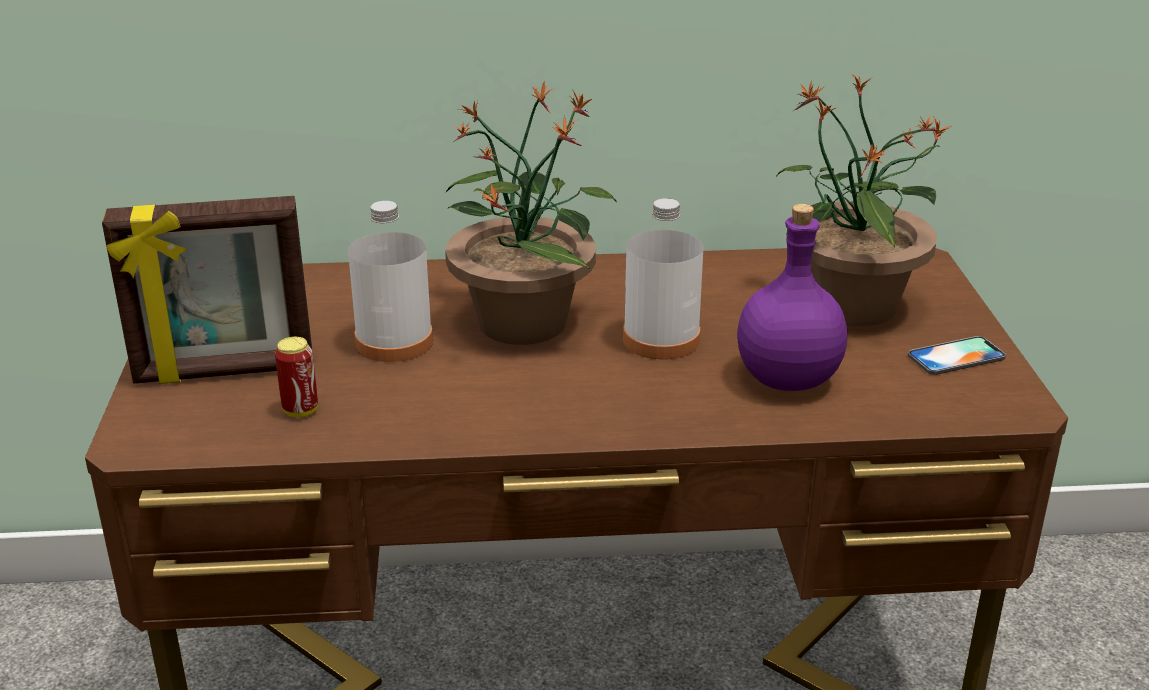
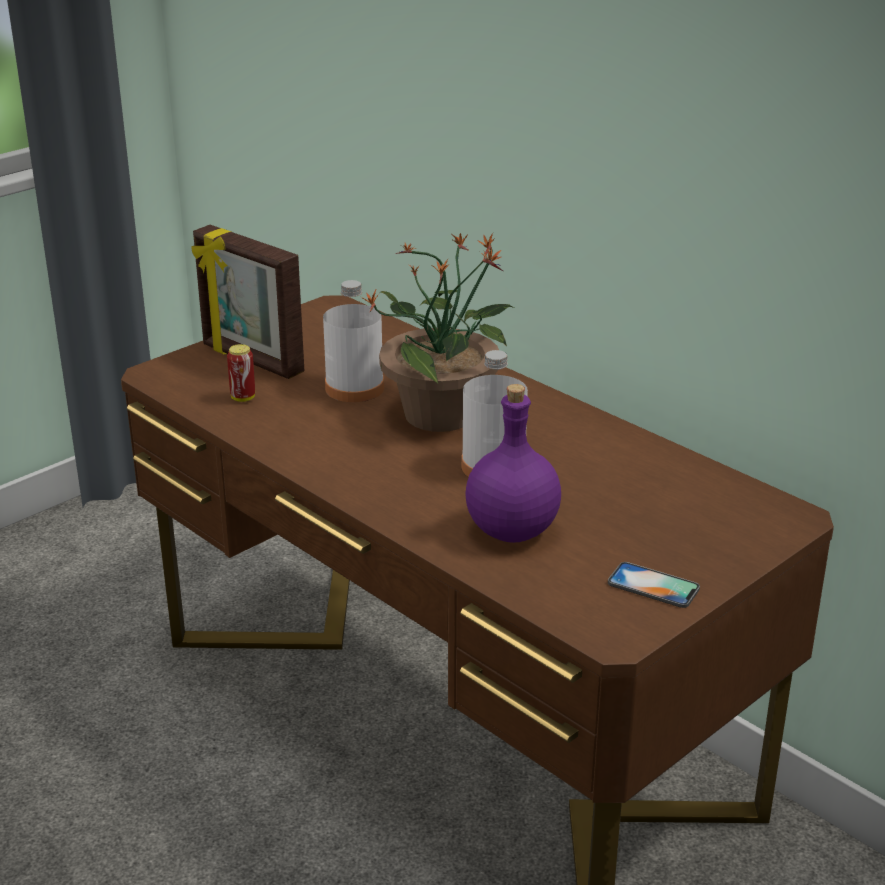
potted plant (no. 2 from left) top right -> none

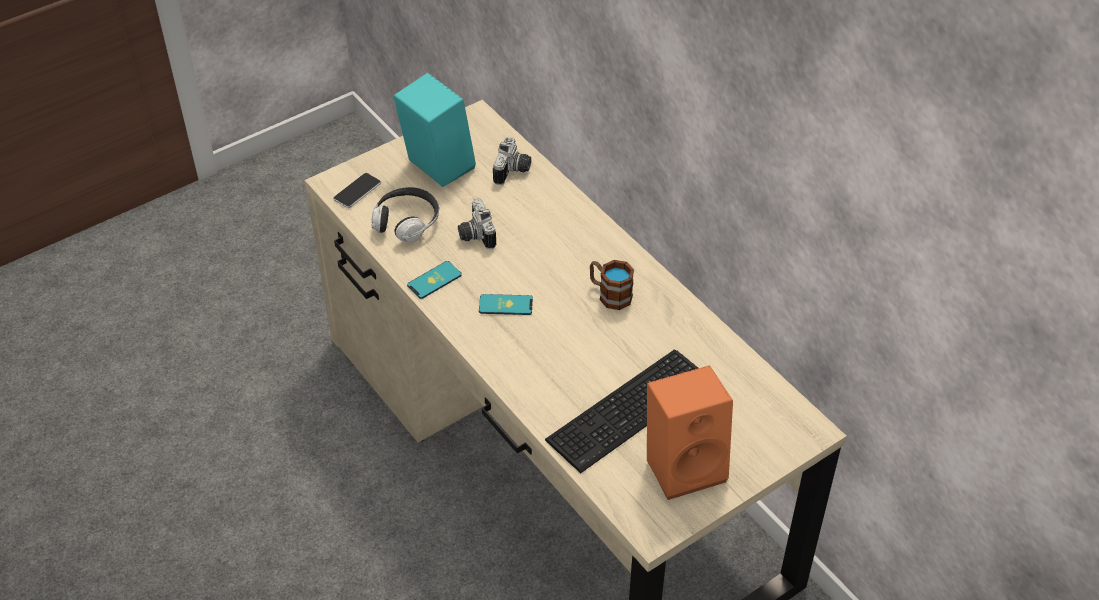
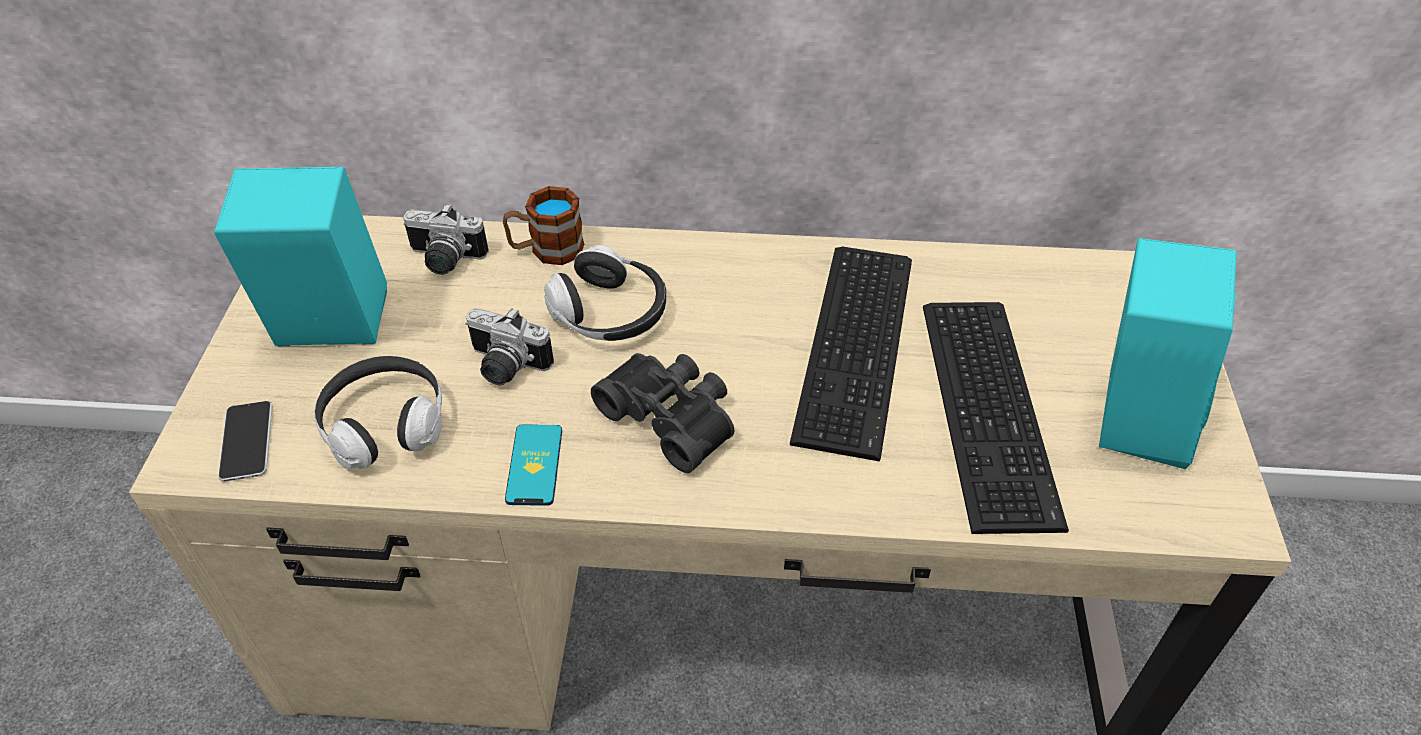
phone (no. 3 from left) centre -> binoculars (black) centre
photo camera (no. 2 from left in the first image) top centre -> photo camera (no. 1 from left) top left, 135 degrees clockwise
mug centre -> mug top centre, relocated
speaker (orange) bottom centre -> speaker (turquoise) (no. 2 from left) middle right
none -> headphones (no. 2 from left) centre
none -> keyboard (no. 1 from left) centre

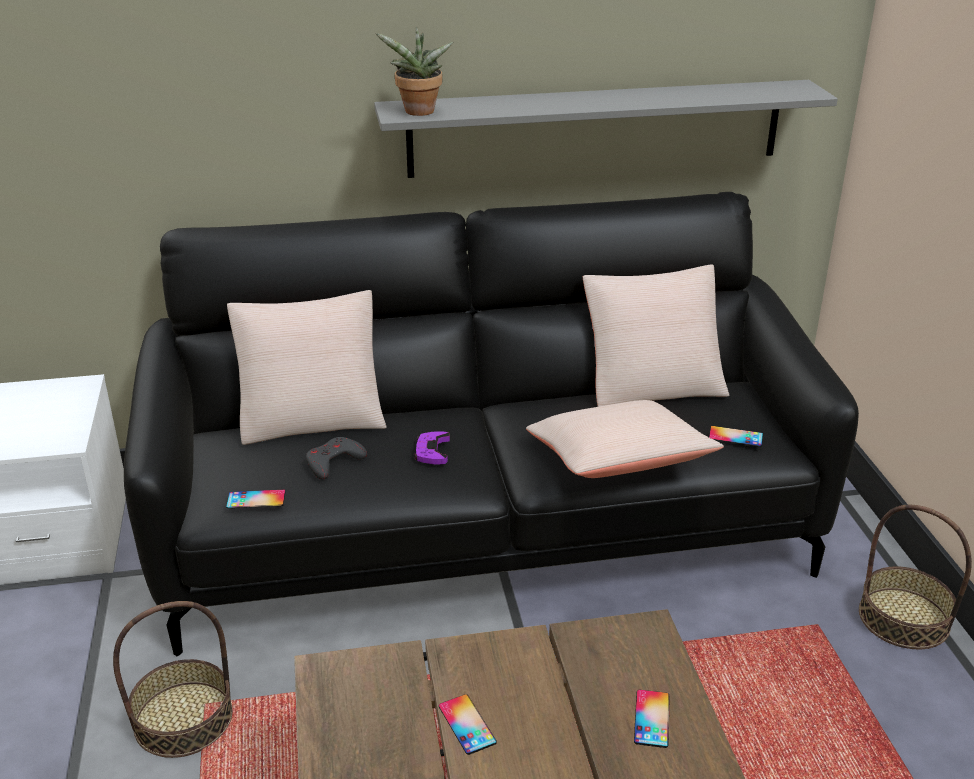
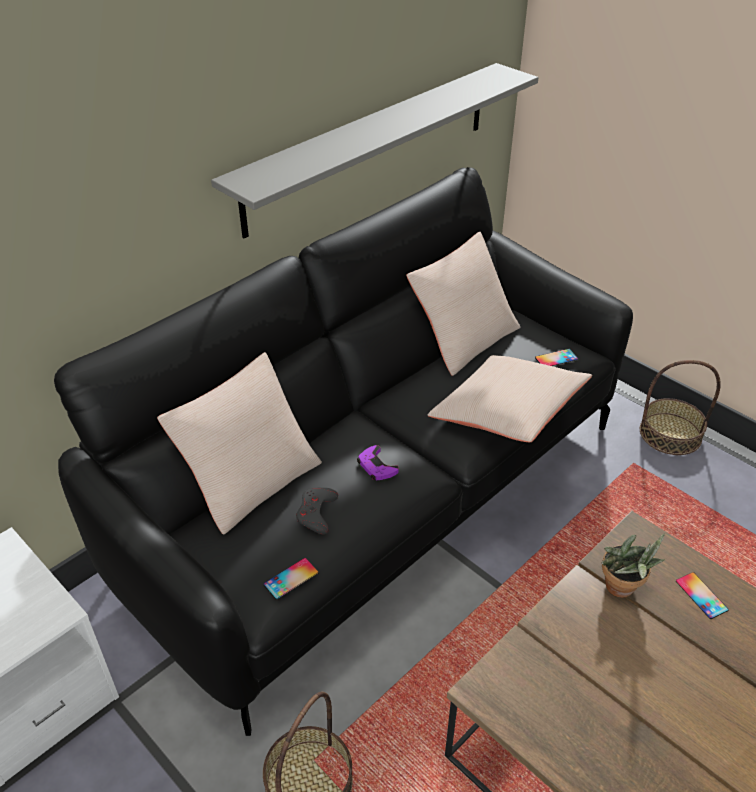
potted plant top centre -> potted plant bottom right, relocated
phone (no. 2 from left) bottom centre -> none

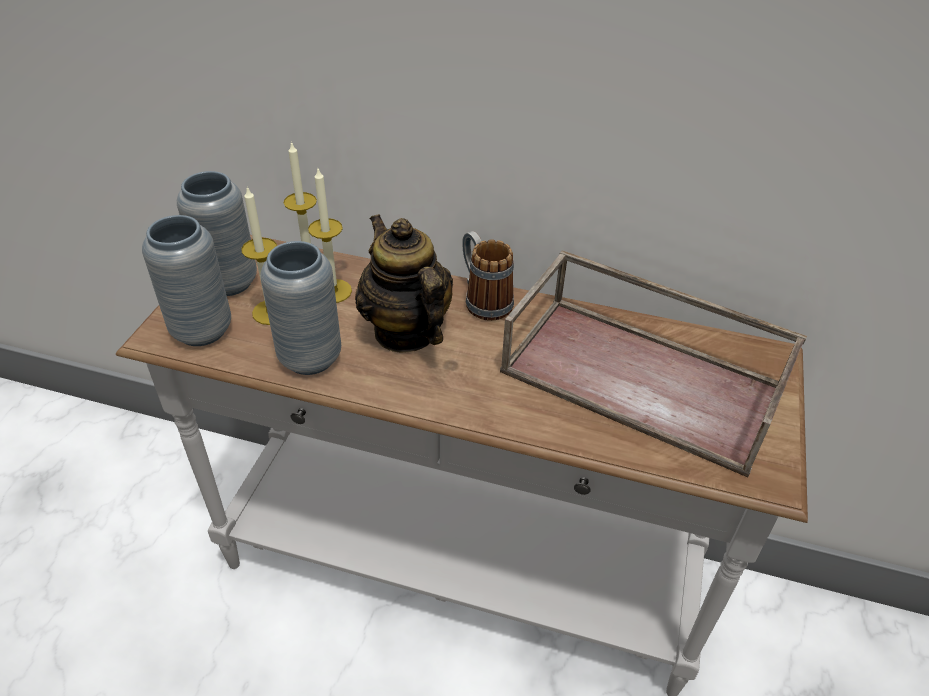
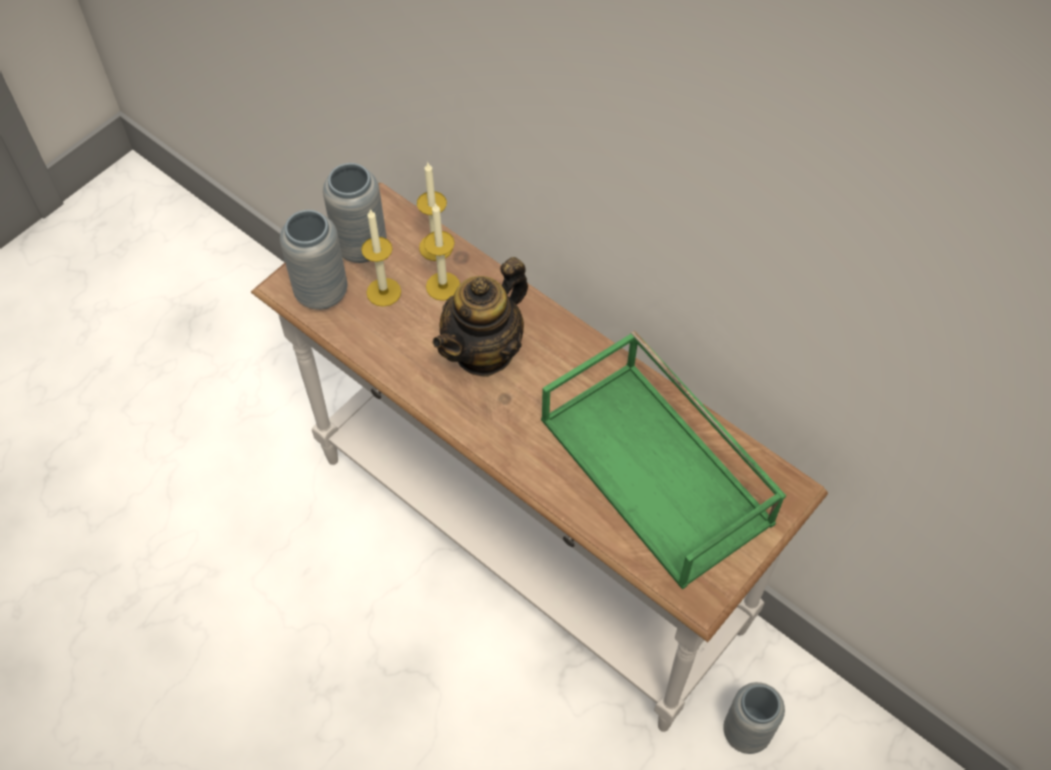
vase (grey) (no. 3 from left) middle left -> vase (grey) (no. 3 from left) bottom right, relocated
teapot centre, 135 degrees counterclockwise
mug centre -> none
tray (brown) middle right -> tray (green) centre

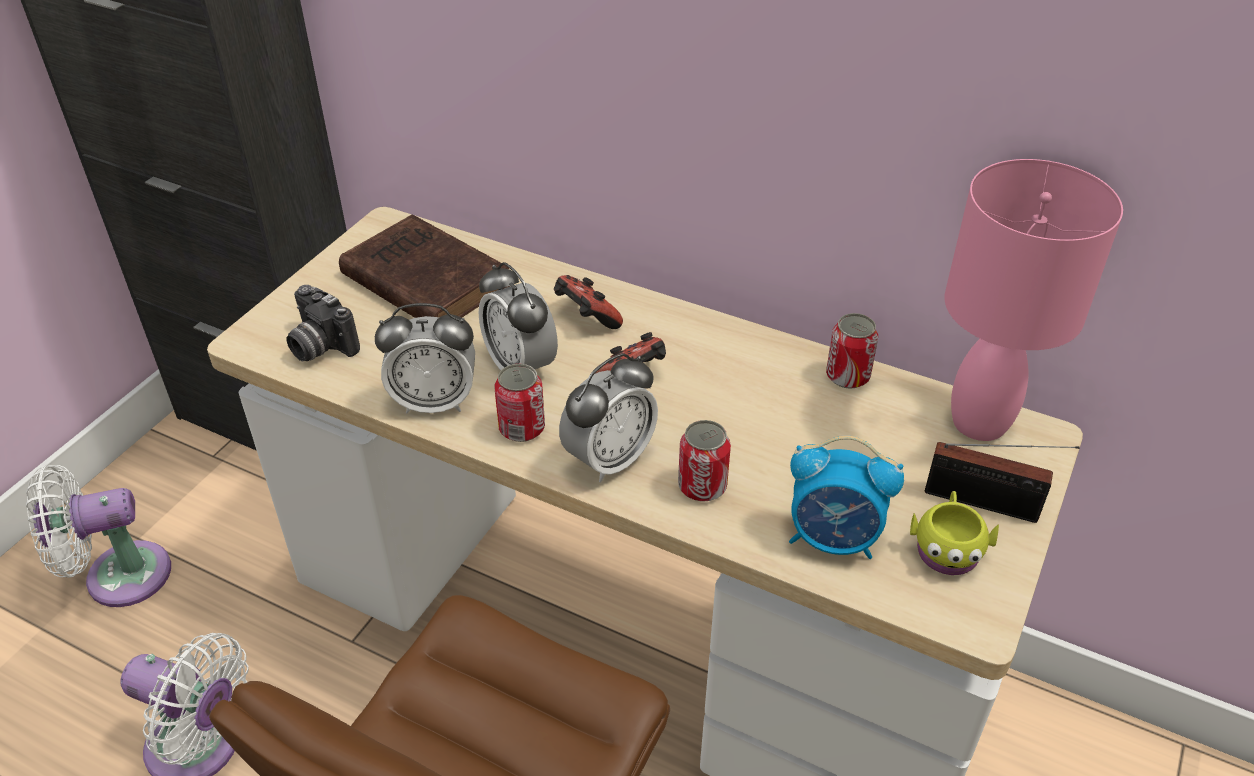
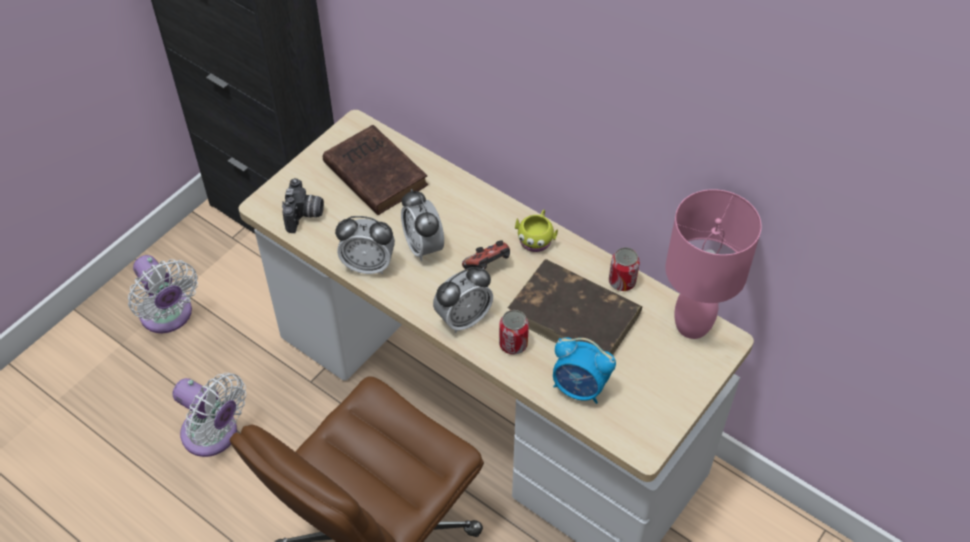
fan (white) (no. 1 from left) bottom left -> fan (white) (no. 1 from left) middle left, 120 degrees counterclockwise
photo camera middle left, 135 degrees counterclockwise
can (no. 1 from left) centre -> none
game controller (no. 1 from left) centre -> none
mug (yellow) bottom right -> mug (yellow) centre, relocated
radio middle right -> none
none -> book (brown) (no. 2 from left) centre

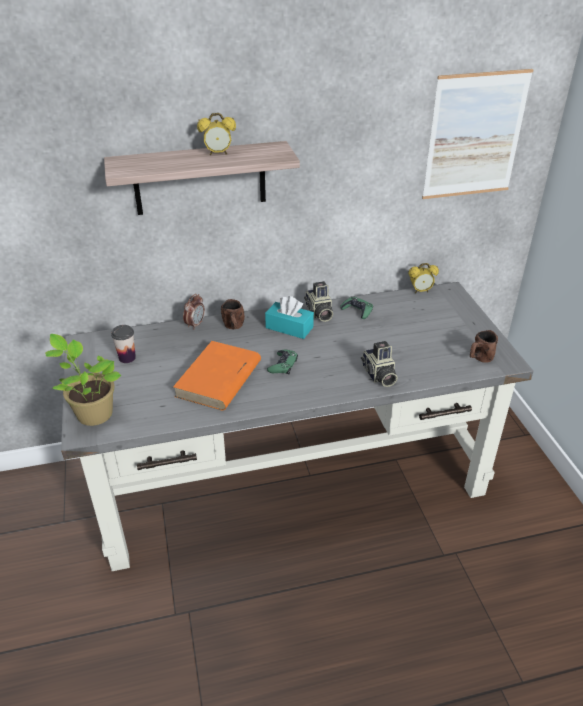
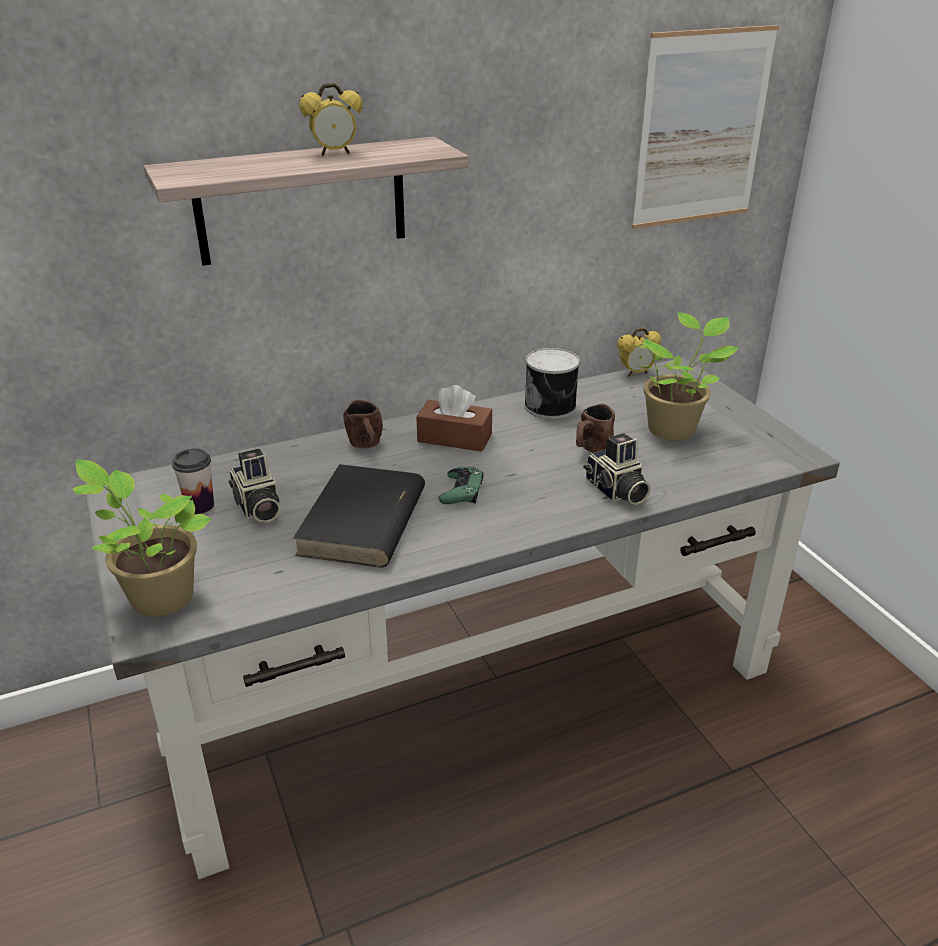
book (orange) centre -> book (black) centre
alarm clock (no. 1 from left) middle left -> none
tissue box (turquoise) centre -> tissue box (brown) centre
photo camera (no. 1 from left) centre -> photo camera (no. 1 from left) middle left, relocated
game controller (green) (no. 2 from left) centre -> can centre
mug (brown) (no. 2 from left) middle right -> mug (brown) (no. 2 from left) centre, relocated
none -> potted plant (no. 2 from left) middle right

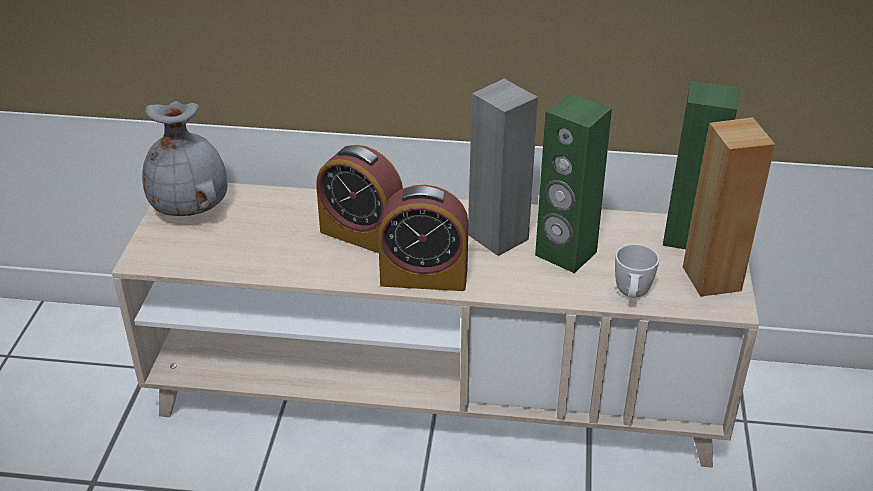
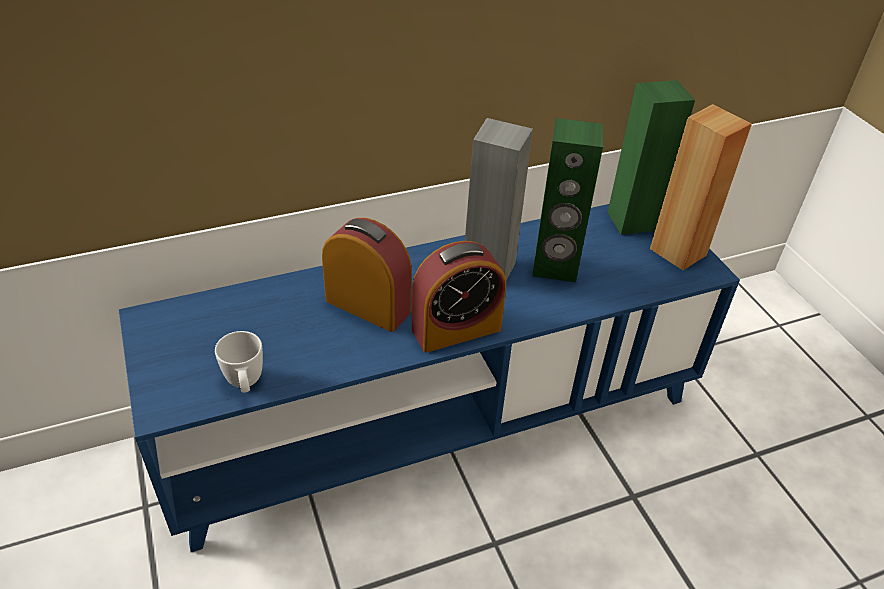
tv stand (beige) centre -> tv stand (blue) centre
vase (grey) top left -> none
alarm clock (no. 1 from left) centre, 150 degrees counterclockwise
mug (white) middle right -> mug (white) middle left, relocated

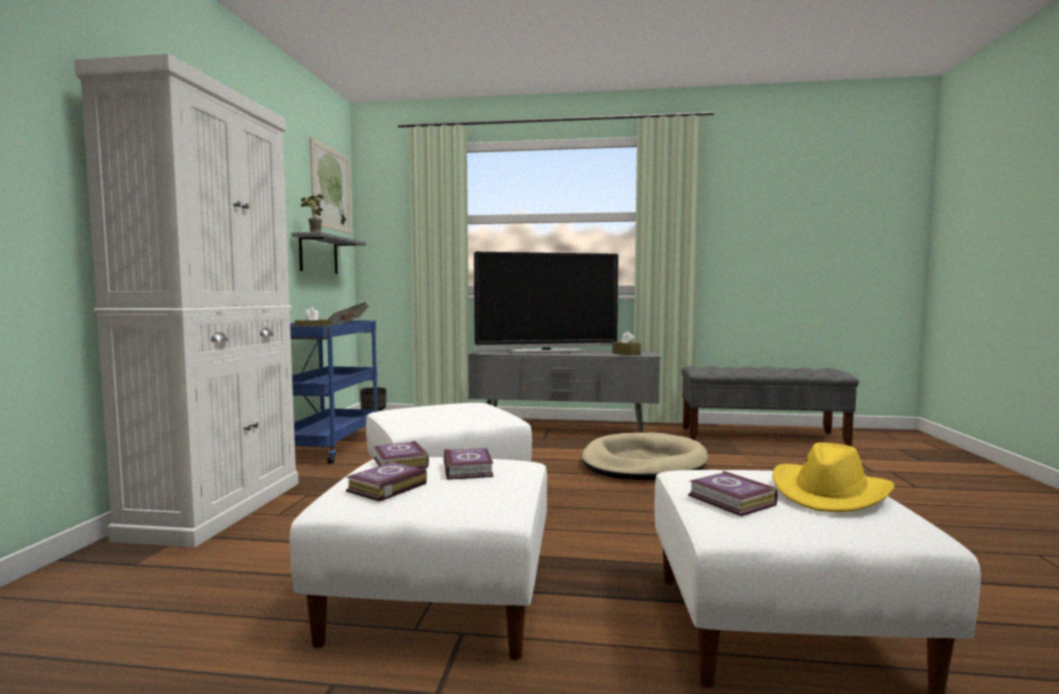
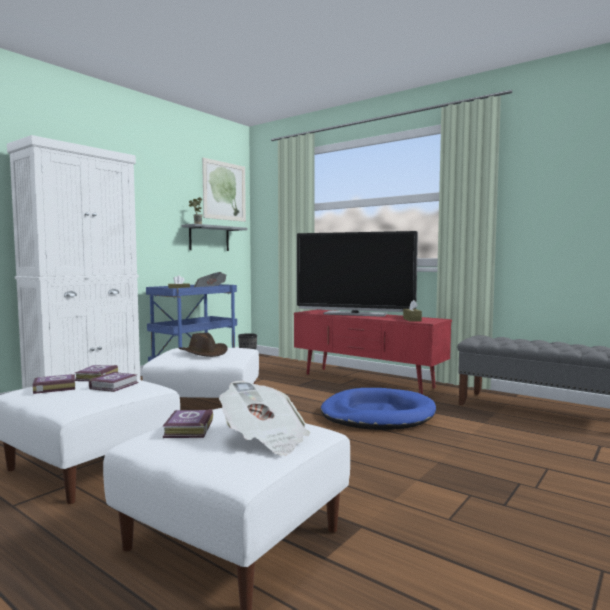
tv stand (grey) centre -> tv stand (red) centre
dog bed (beige) centre -> dog bed (blue) bottom centre
hat (yellow) bottom right -> newspaper (no. 2 from left) bottom centre
none -> hat (brown) middle left

